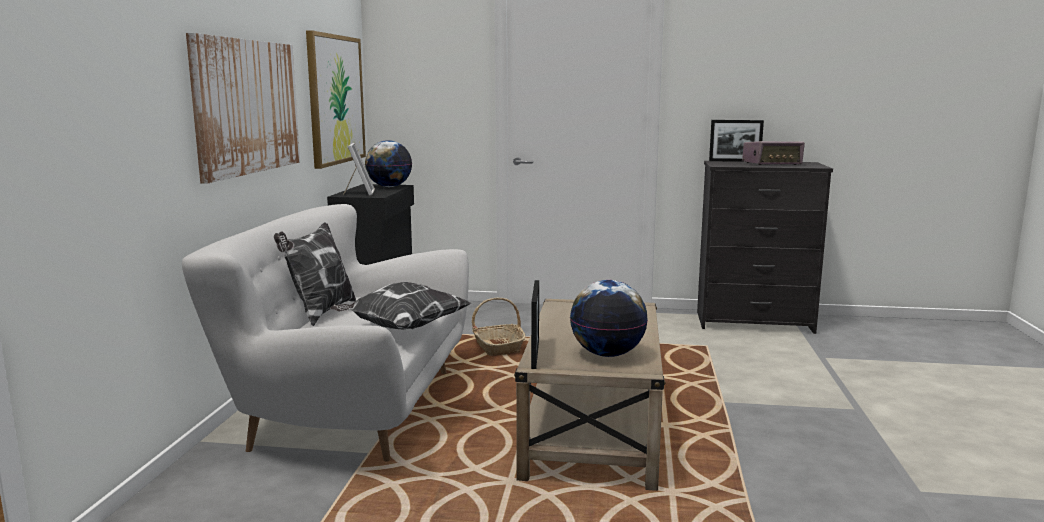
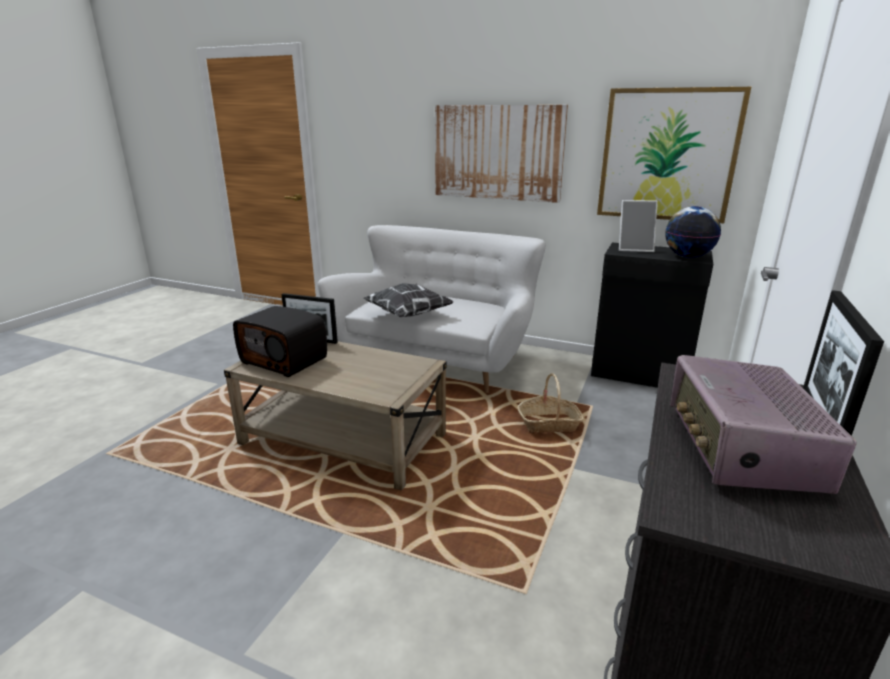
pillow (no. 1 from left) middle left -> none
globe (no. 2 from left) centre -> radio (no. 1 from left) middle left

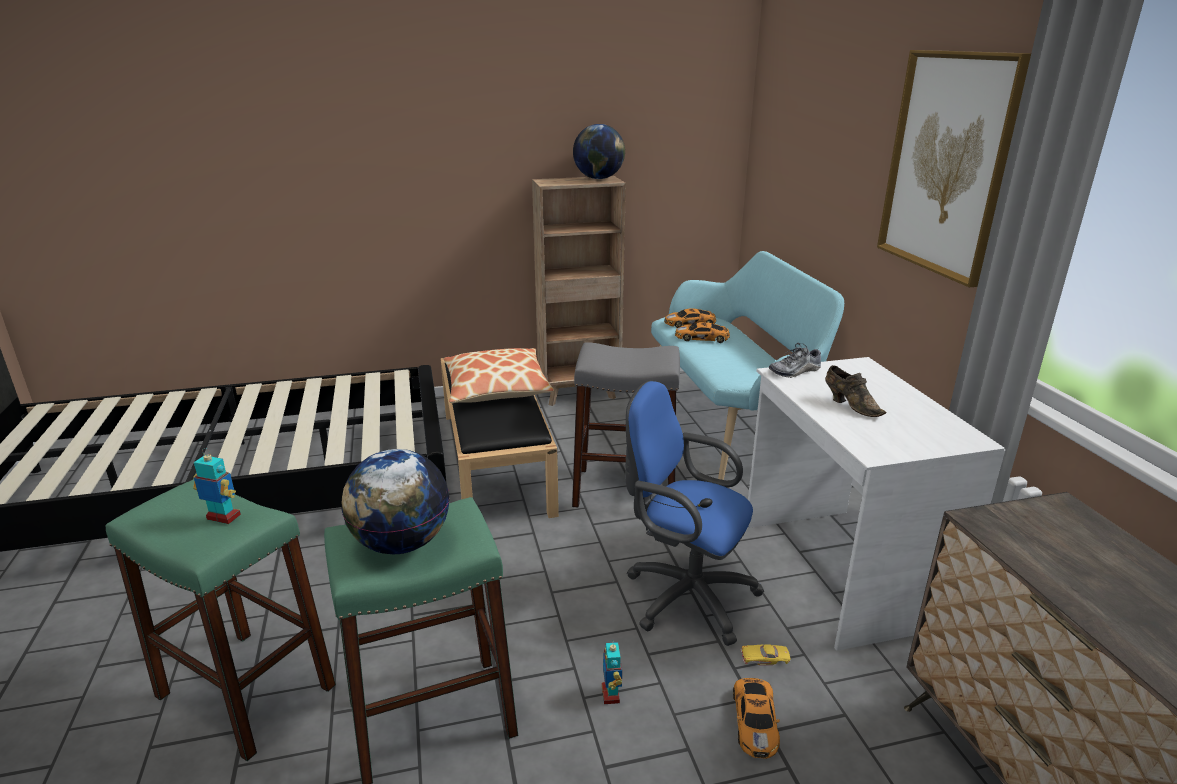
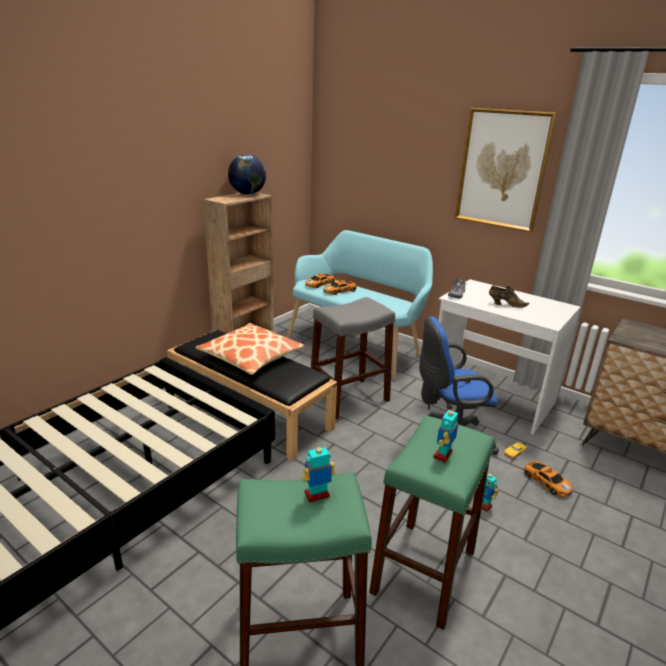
globe (no. 1 from left) centre -> toy robot (no. 2 from left) middle right

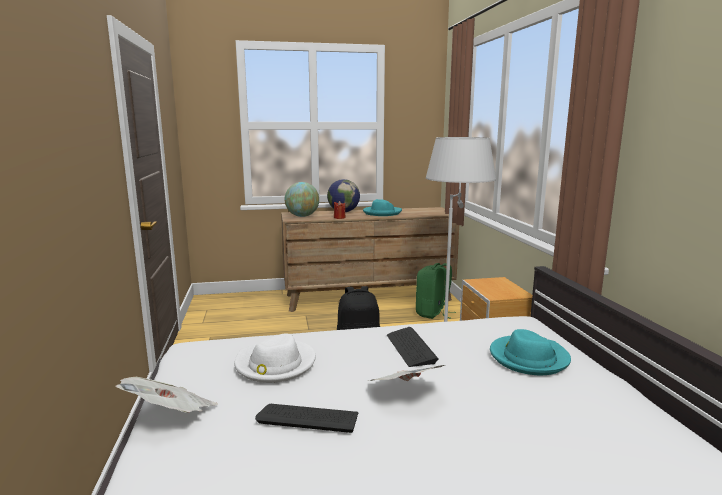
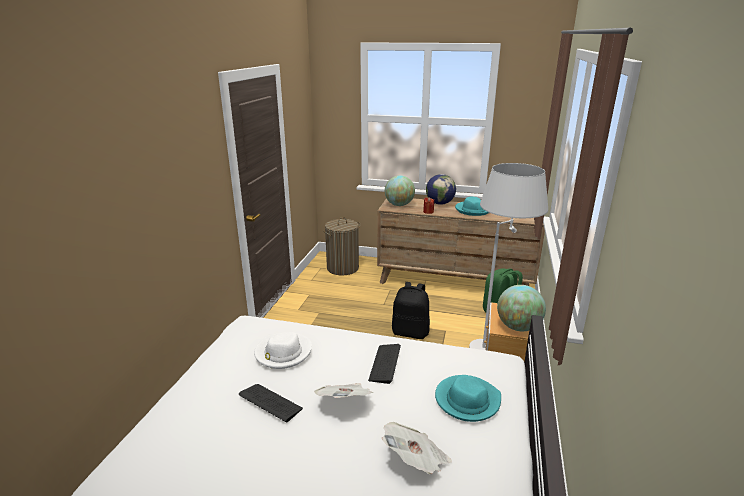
newspaper (no. 1 from left in the first image) bottom left -> newspaper (no. 2 from left) bottom centre, relocated
none -> laundry basket centre
none -> globe (no. 3 from left) middle right

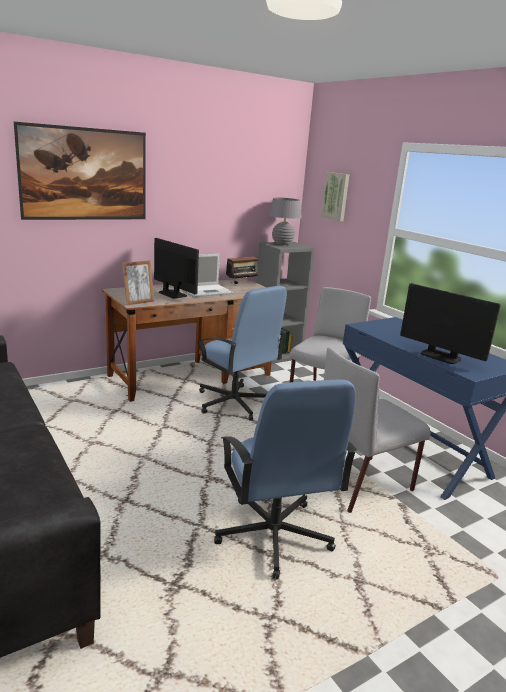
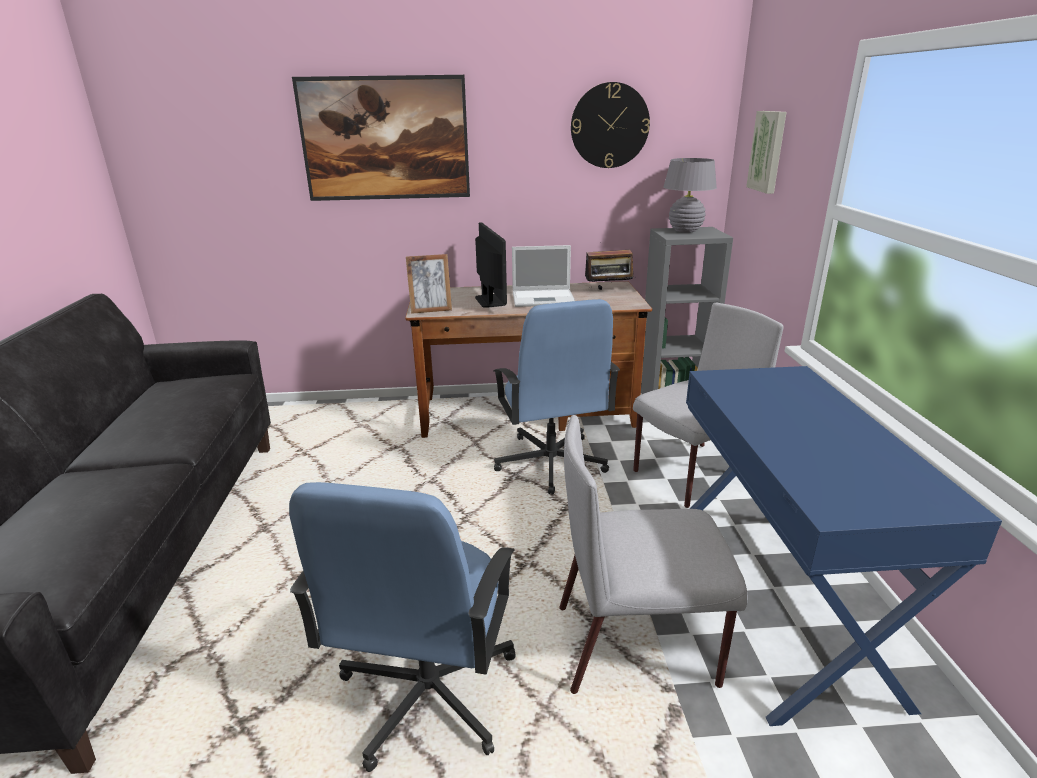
monitor (no. 2 from left) middle right -> none
none -> wall clock top centre

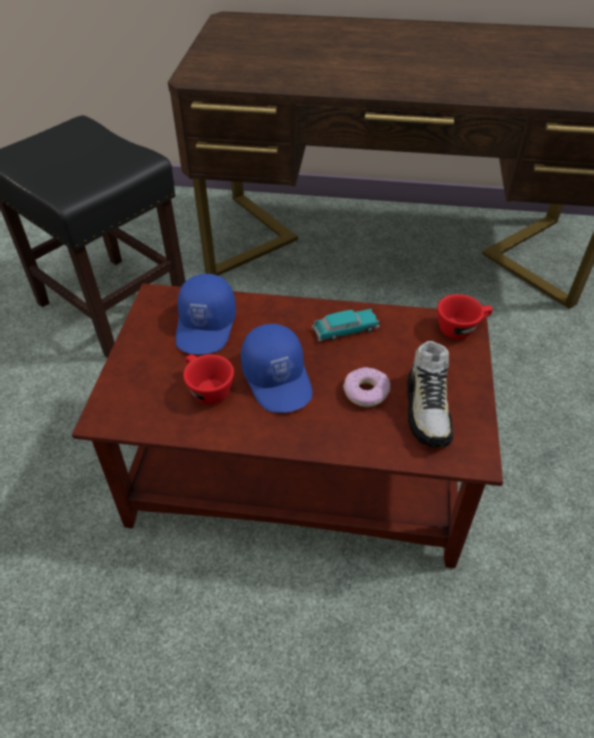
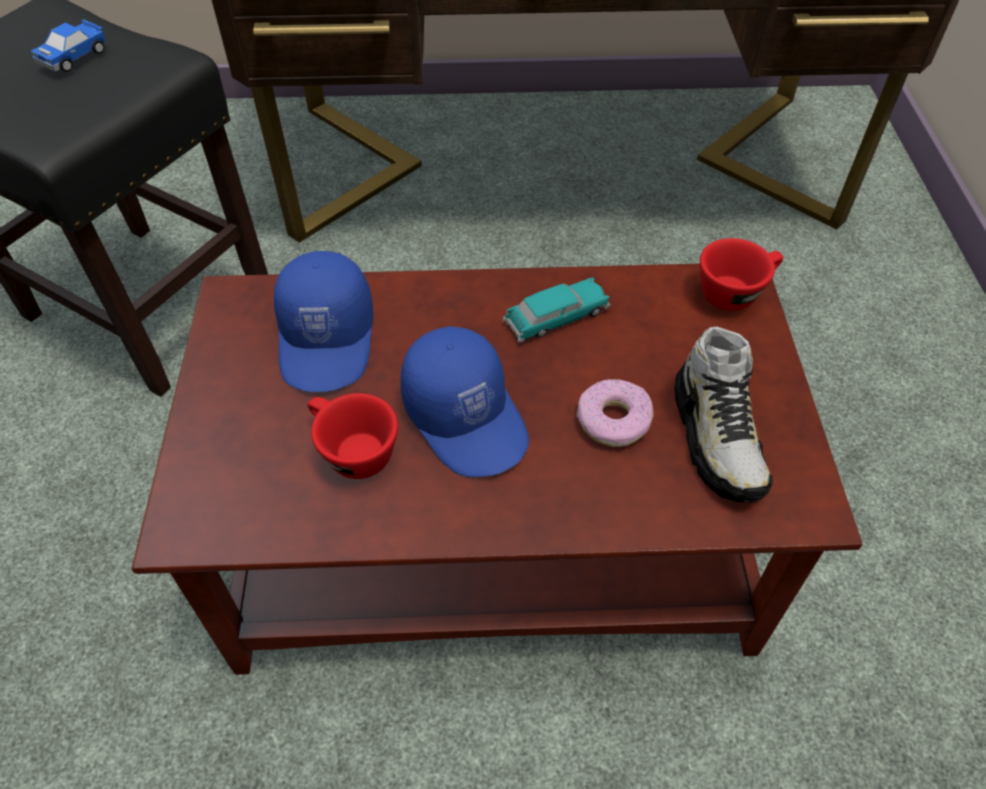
none -> toy car (no. 1 from left) top left

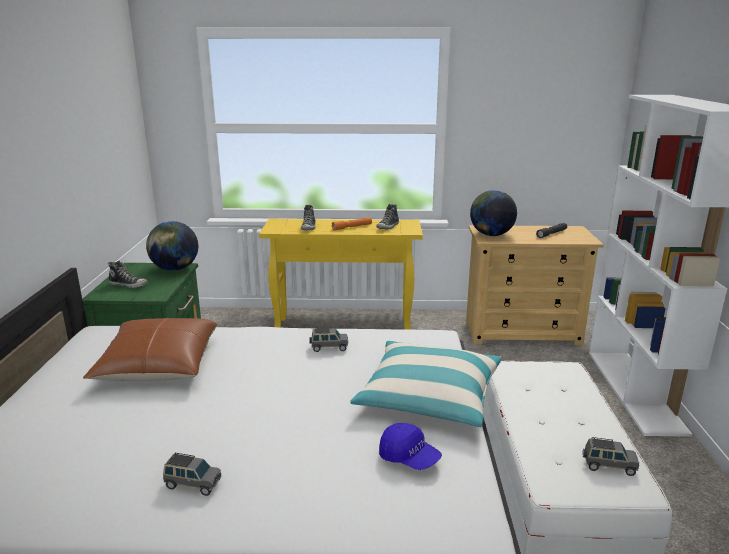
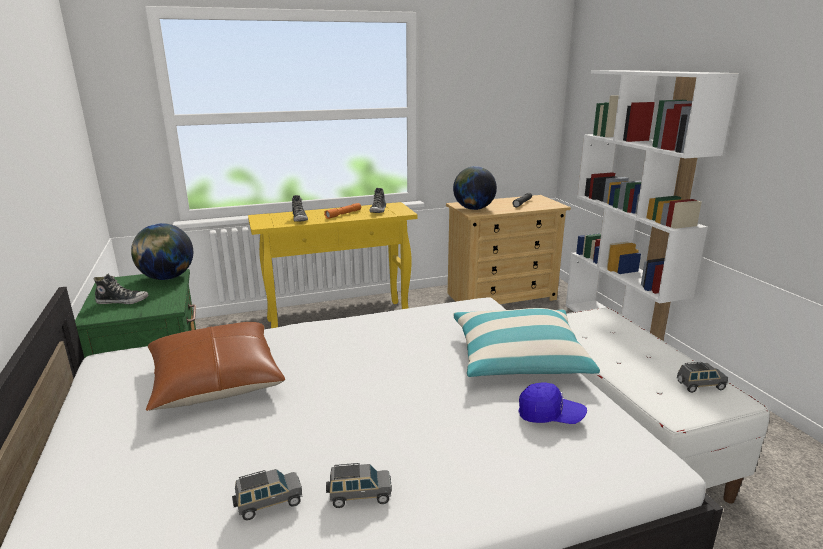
toy car (grey) (no. 2 from left in the first image) centre -> toy car (grey) (no. 1 from left) bottom left, relocated

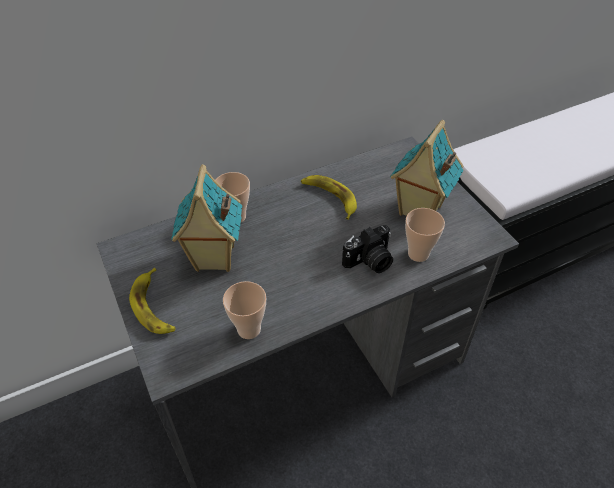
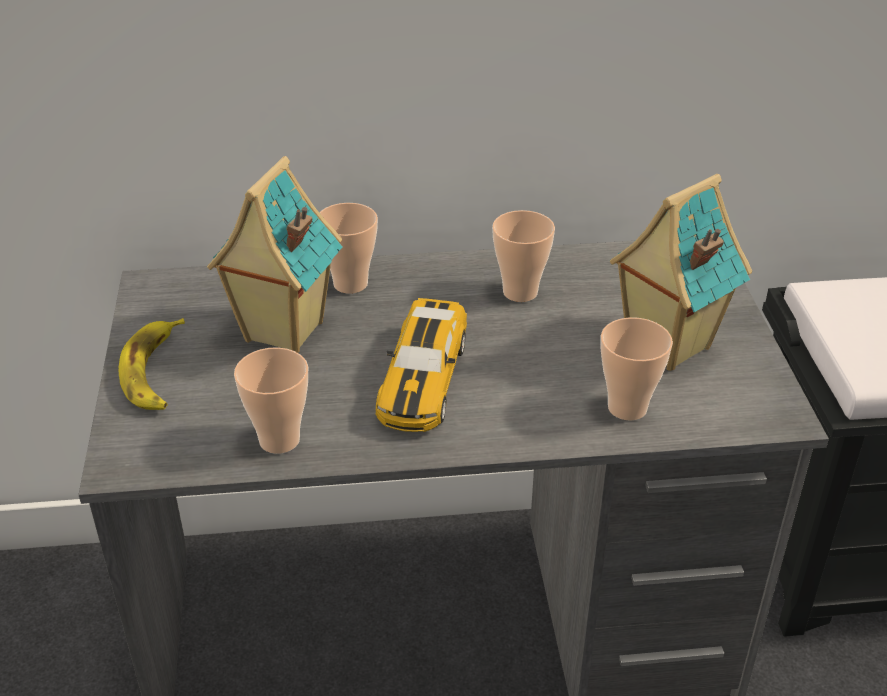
banana (no. 2 from left) centre -> cup (no. 3 from left) centre
photo camera centre -> none
none -> toy car centre

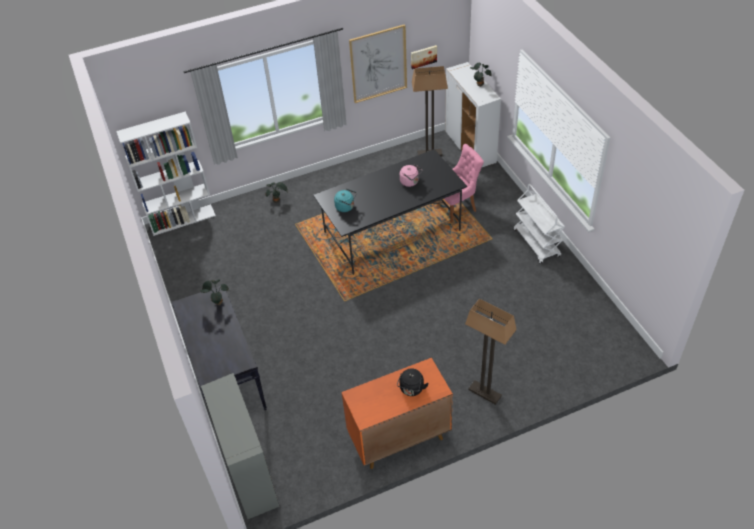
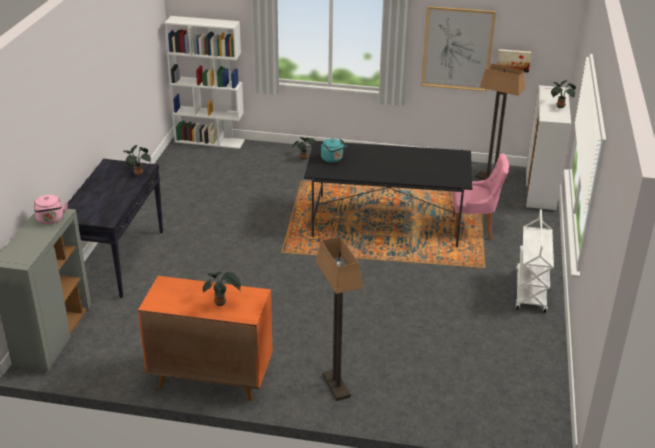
kettle (black) bottom centre -> potted plant (no. 2 from left) centre
kettle (pink) top centre -> kettle (pink) middle left, relocated

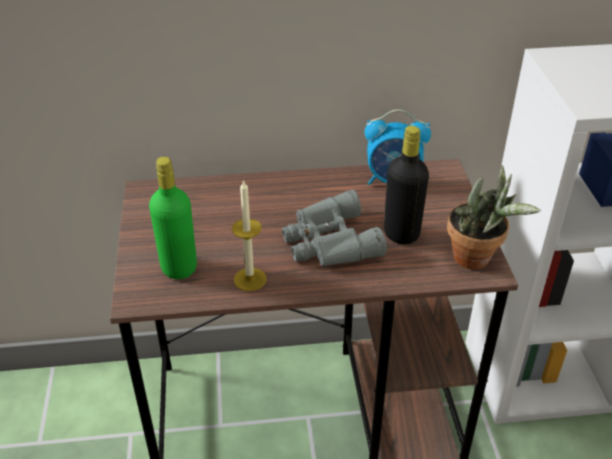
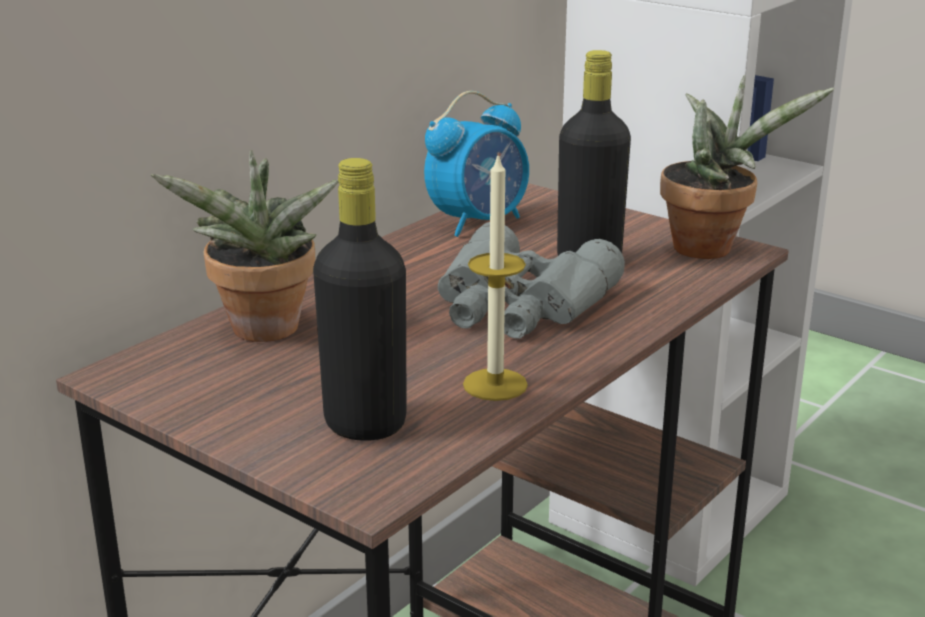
bottle (green) middle left -> bottle (black) (no. 1 from left) centre
none -> potted plant (no. 1 from left) middle left

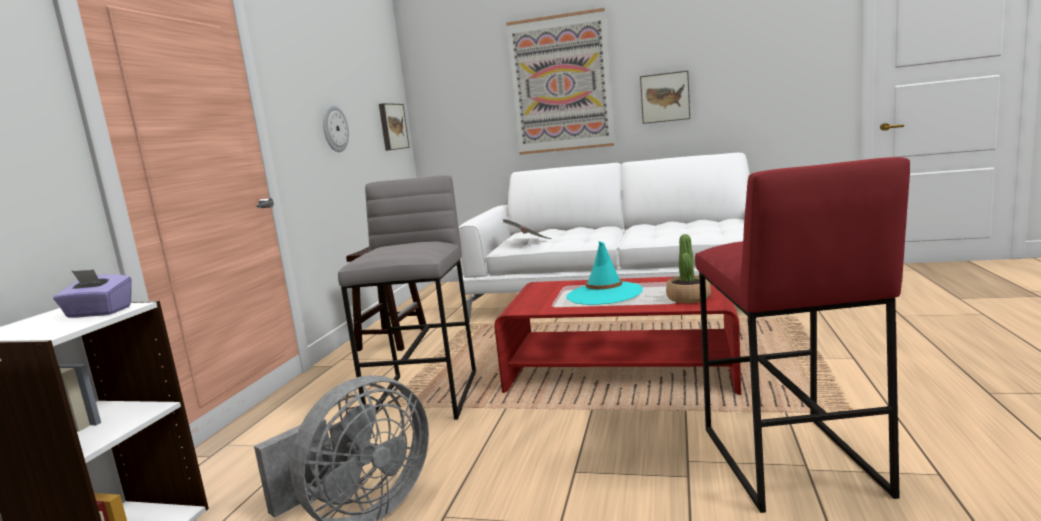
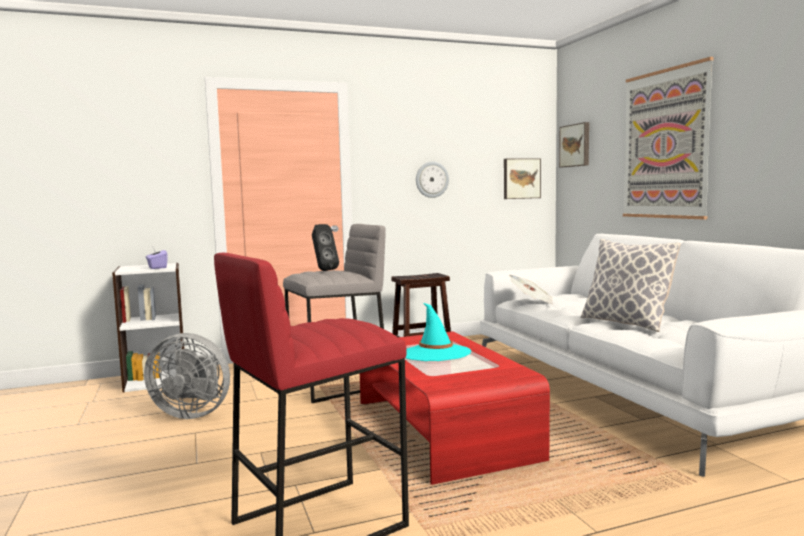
picture (no. 3 from left in the first image) top centre -> picture (no. 2 from left) top right, relocated
potted plant centre -> none
none -> speaker (black) centre
none -> pillow middle right

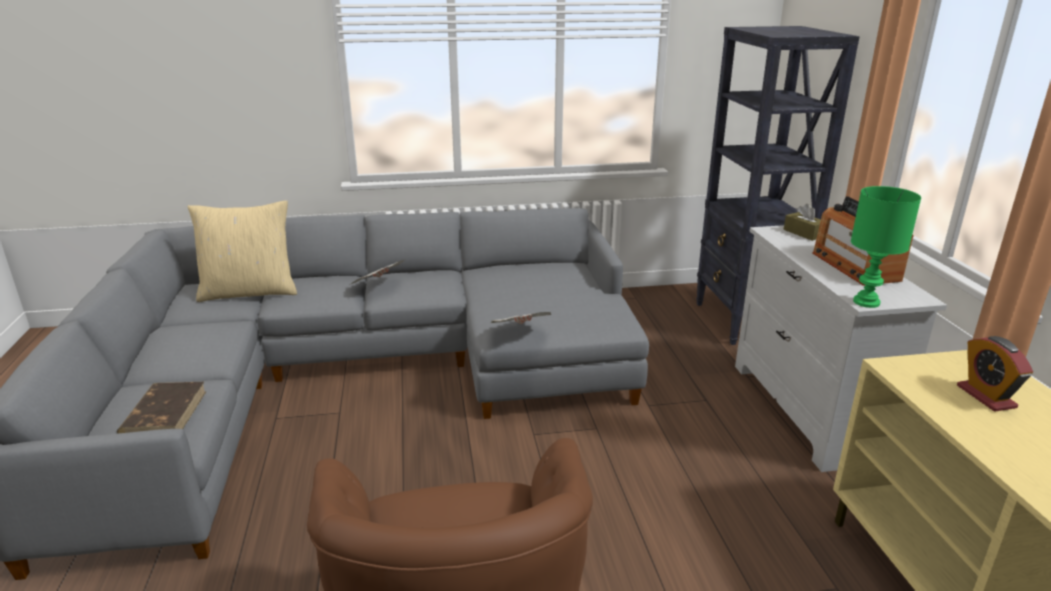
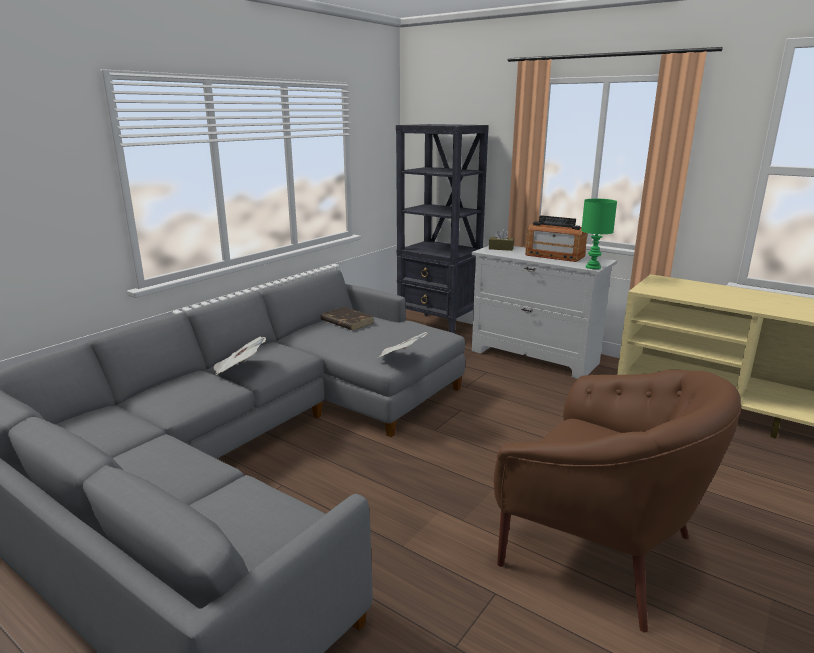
book (brown) bottom left -> book (brown) centre, relocated
pillow (beige) middle left -> none
alarm clock middle right -> none

